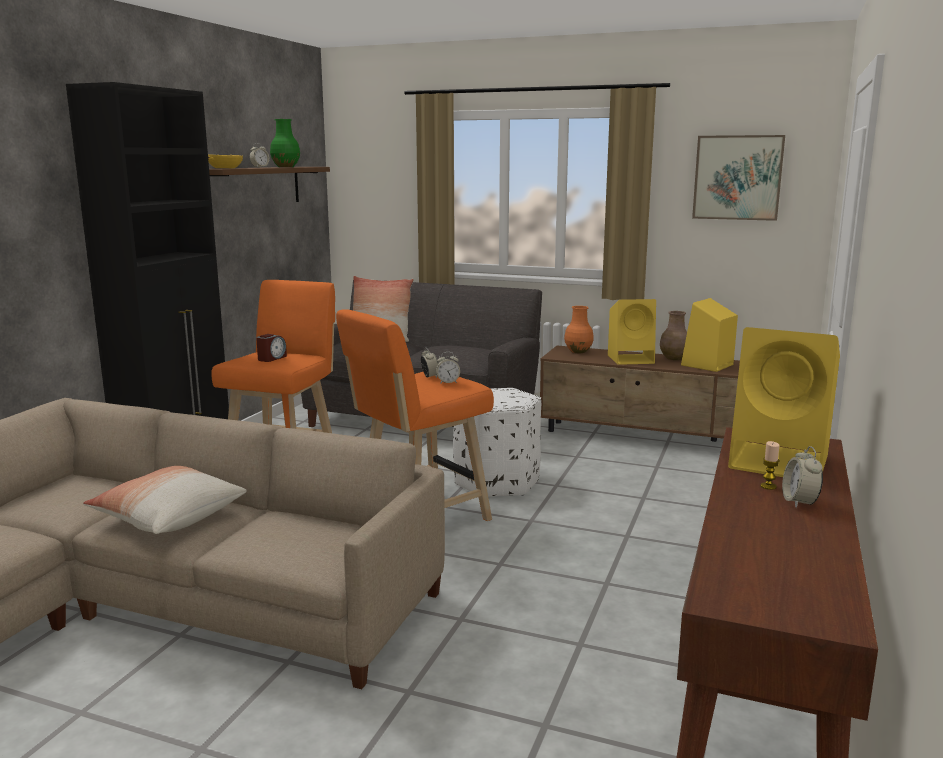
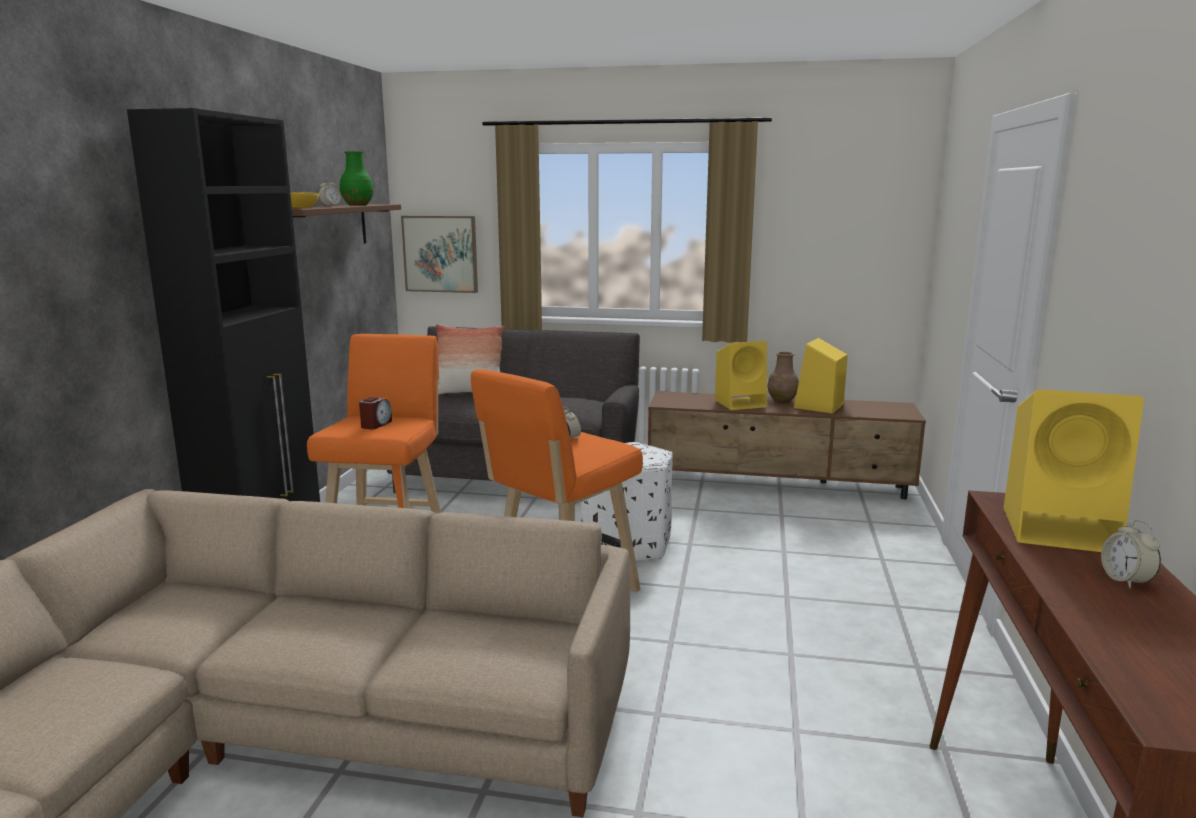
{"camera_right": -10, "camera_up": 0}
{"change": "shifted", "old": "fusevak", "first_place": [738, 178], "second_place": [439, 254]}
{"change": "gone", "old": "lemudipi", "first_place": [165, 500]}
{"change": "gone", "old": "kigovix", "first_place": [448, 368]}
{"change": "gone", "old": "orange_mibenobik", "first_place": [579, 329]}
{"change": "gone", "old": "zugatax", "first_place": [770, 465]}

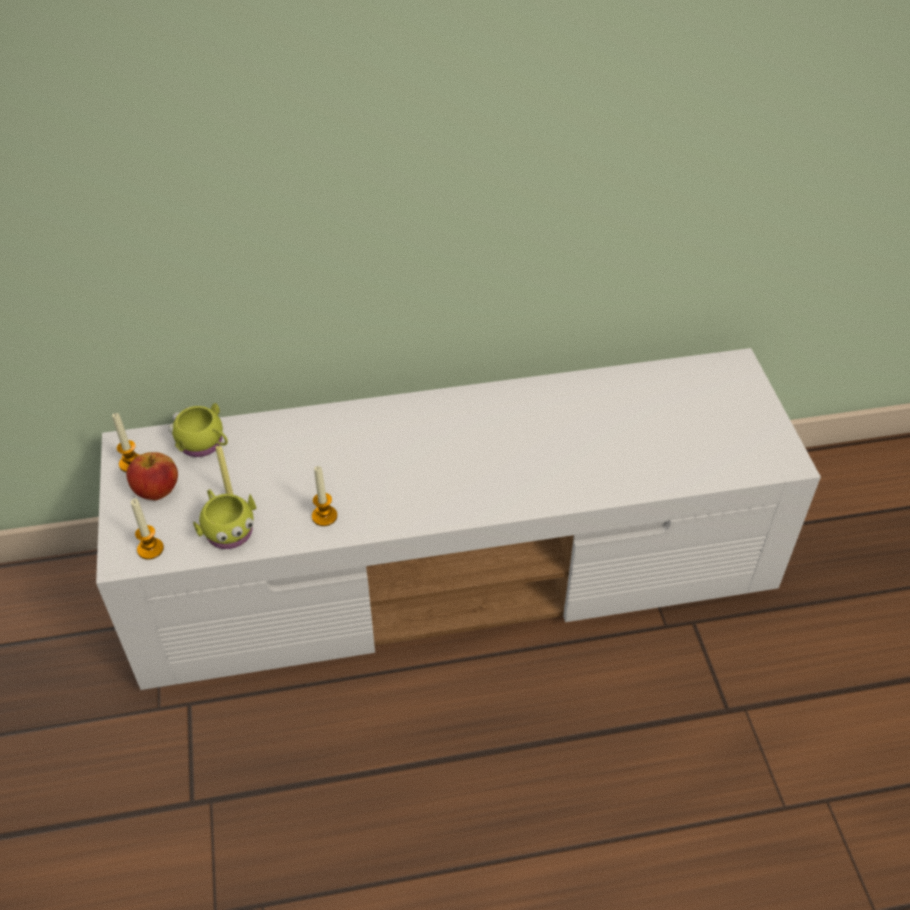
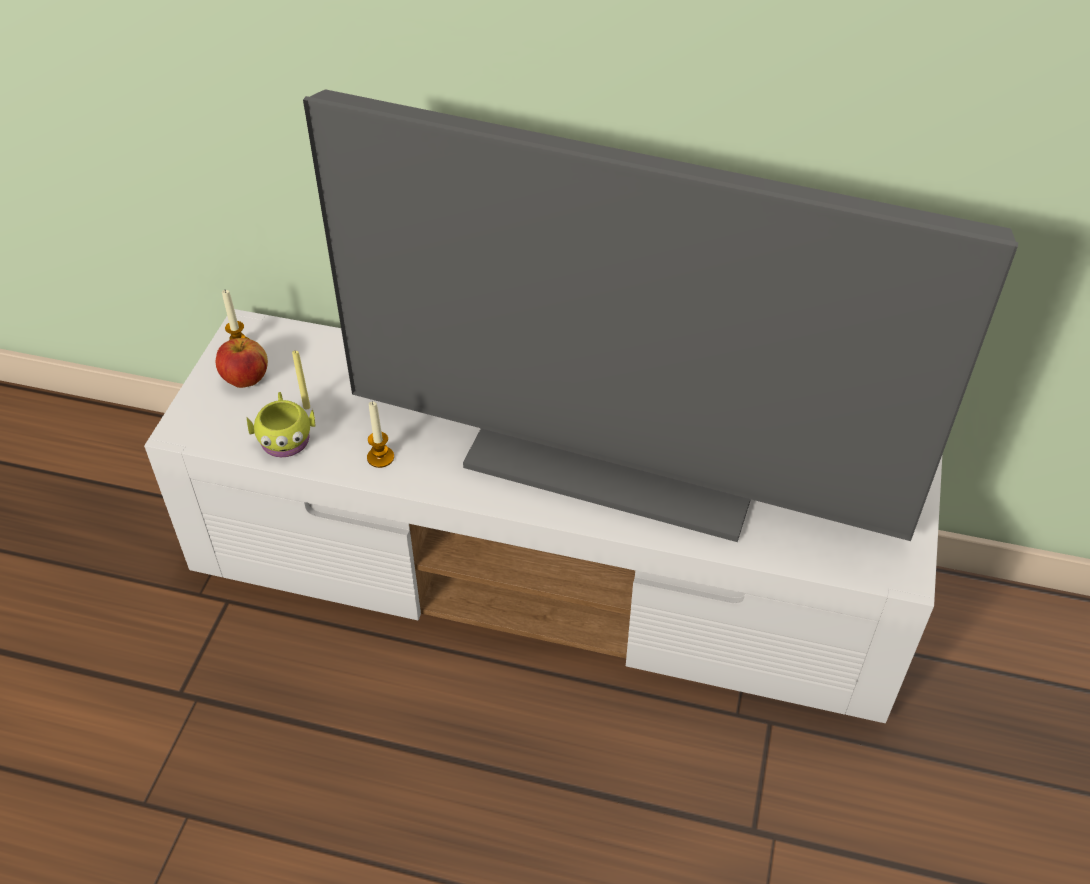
{"camera_right": 25, "camera_up": 0}
{"change": "new", "new": "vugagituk", "second_place": [660, 315]}
{"change": "gone", "old": "zugatax", "first_place": [147, 529]}
{"change": "gone", "old": "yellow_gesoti", "first_place": [198, 430]}

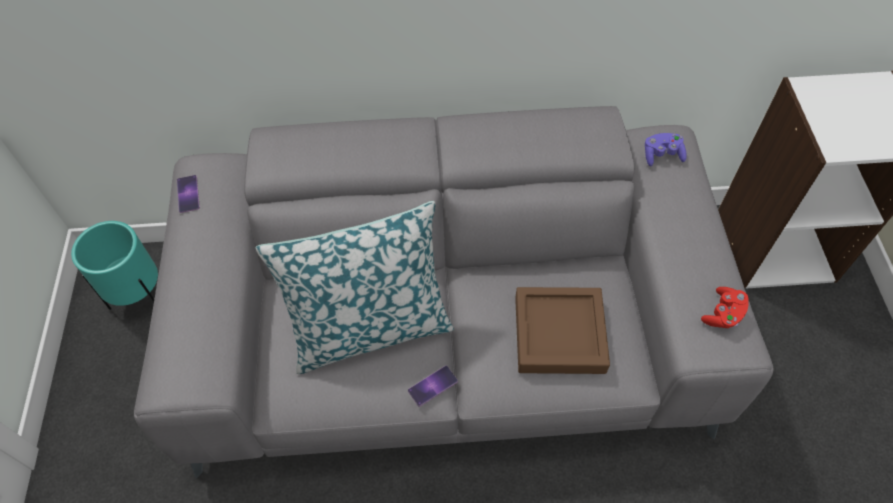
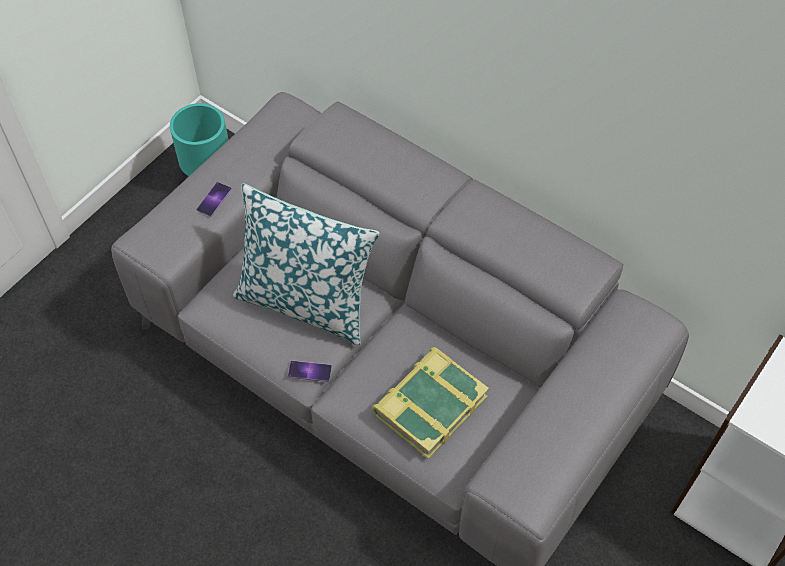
{"camera_right": 40, "camera_up": 0}
{"change": "shifted", "old": "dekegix", "first_place": [188, 194], "second_place": [214, 199]}
{"change": "swapped", "old": "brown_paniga", "new": "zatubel", "first_place": [562, 330], "second_place": [430, 403]}
{"change": "gone", "old": "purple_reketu", "first_place": [666, 149]}
{"change": "gone", "old": "red_reketu", "first_place": [724, 307]}

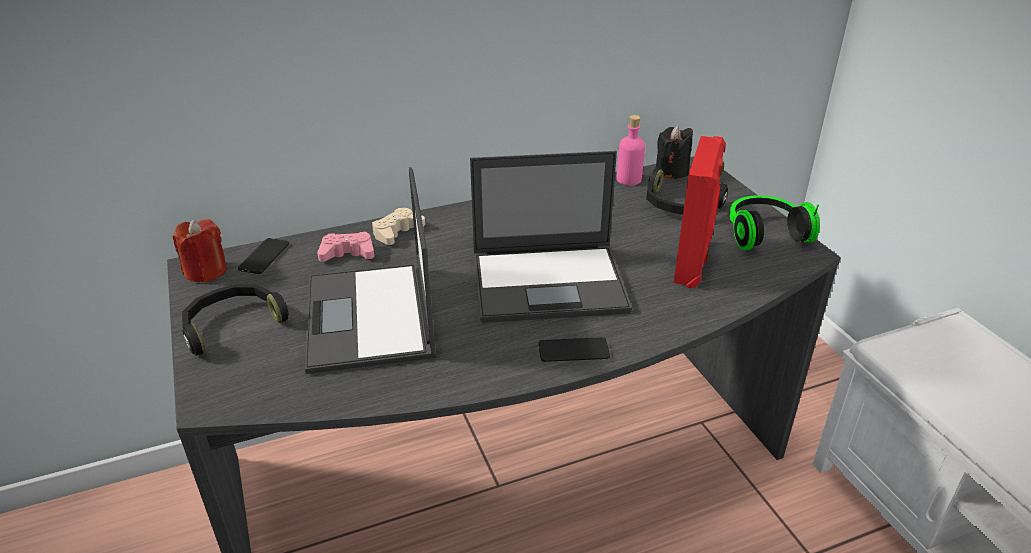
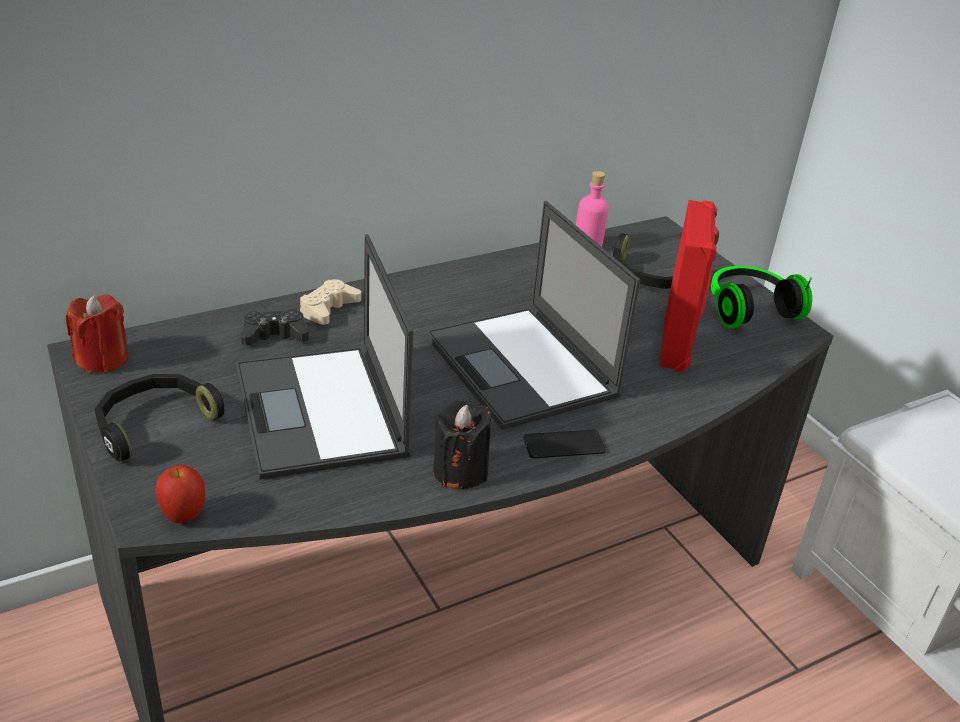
{"camera_right": -10, "camera_up": 0}
{"change": "new", "new": "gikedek", "second_place": [180, 494]}
{"change": "repainted", "old": "pink_reketu", "new": "black_reketu", "first_place": [345, 247], "second_place": [275, 327]}
{"change": "rotated", "old": "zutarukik", "first_place": [551, 237], "second_place": [533, 315], "degrees": 75}
{"change": "shifted", "old": "black_zugatax", "first_place": [674, 152], "second_place": [462, 445]}
{"change": "gone", "old": "dekegix", "first_place": [263, 256]}

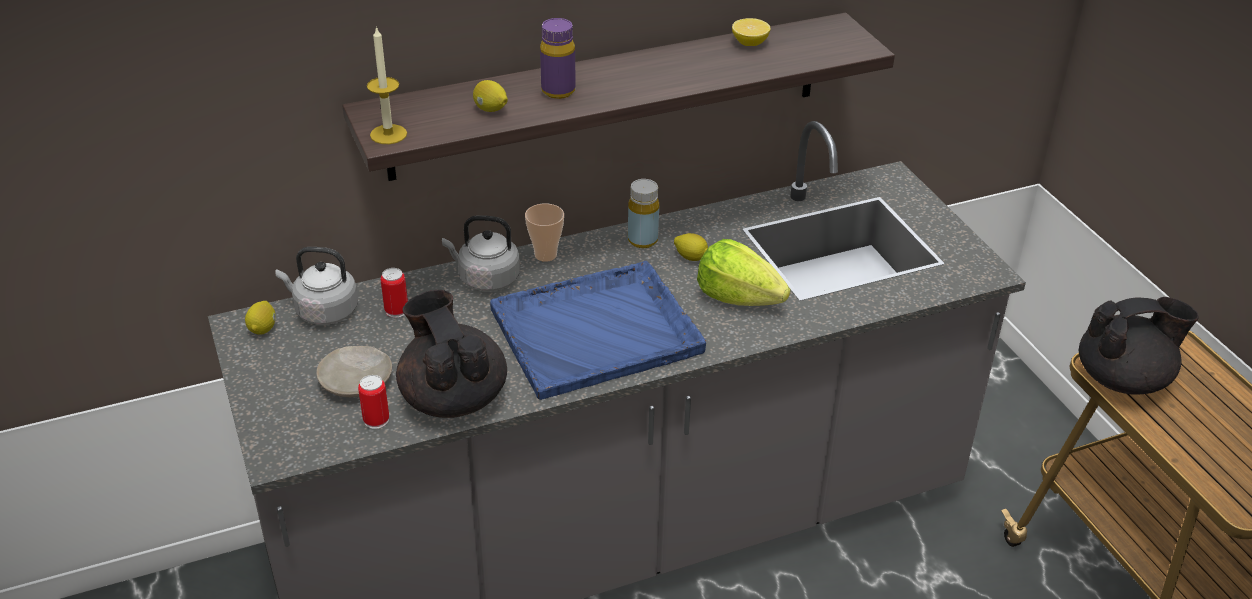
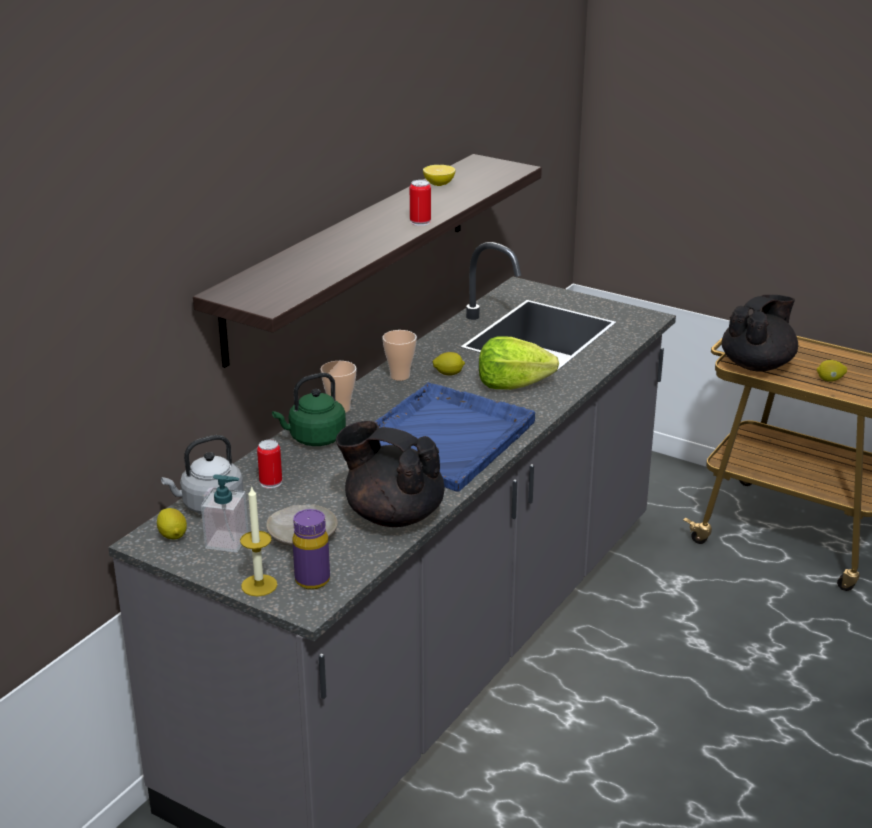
{"camera_right": -35, "camera_up": -10}
{"change": "new", "new": "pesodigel", "second_place": [225, 513]}
{"change": "shifted", "old": "zugatax", "first_place": [387, 85], "second_place": [258, 541]}
{"change": "repainted", "old": "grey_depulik", "new": "green_depulik", "first_place": [481, 253], "second_place": [309, 409]}
{"change": "shifted", "old": "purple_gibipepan", "first_place": [558, 58], "second_place": [311, 549]}
{"change": "swapped", "old": "yellow_gibipepan", "new": "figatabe", "first_place": [643, 213], "second_place": [399, 355]}
{"change": "shifted", "old": "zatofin", "first_place": [373, 402], "second_place": [420, 203]}
{"change": "shifted", "old": "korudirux", "first_place": [490, 96], "second_place": [832, 371]}

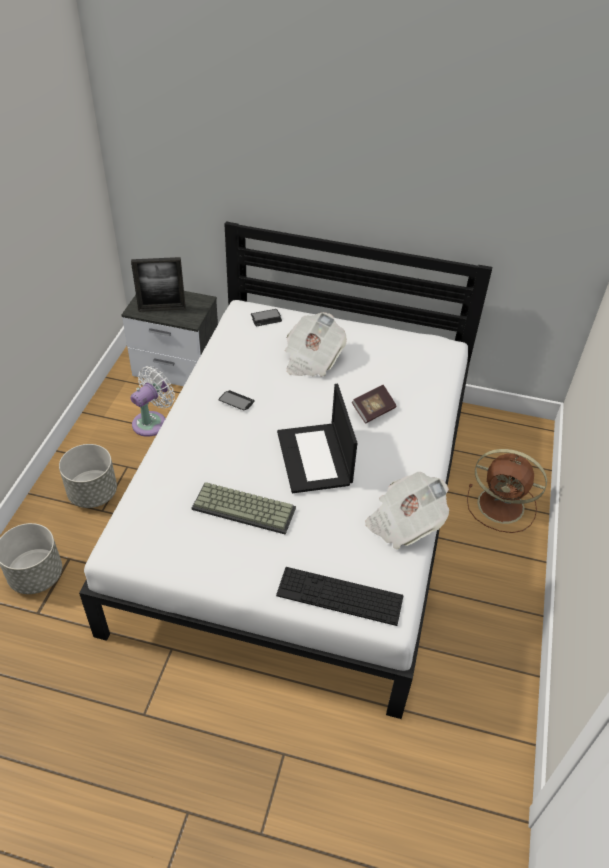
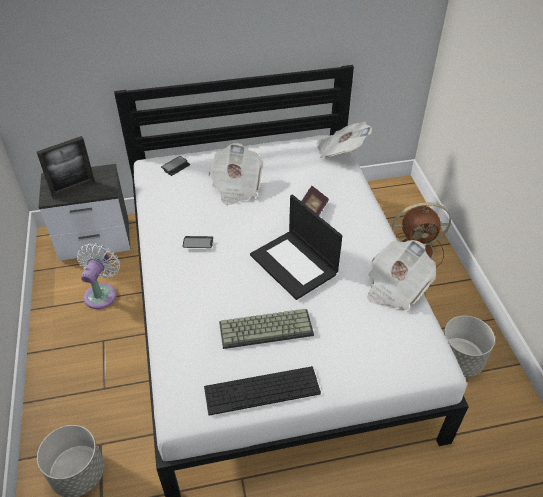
{"camera_right": -25, "camera_up": 0}
{"change": "shifted", "old": "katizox", "first_place": [340, 596], "second_place": [262, 390]}
{"change": "new", "new": "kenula", "second_place": [344, 140]}
{"change": "shifted", "old": "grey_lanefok", "first_place": [88, 476], "second_place": [469, 346]}

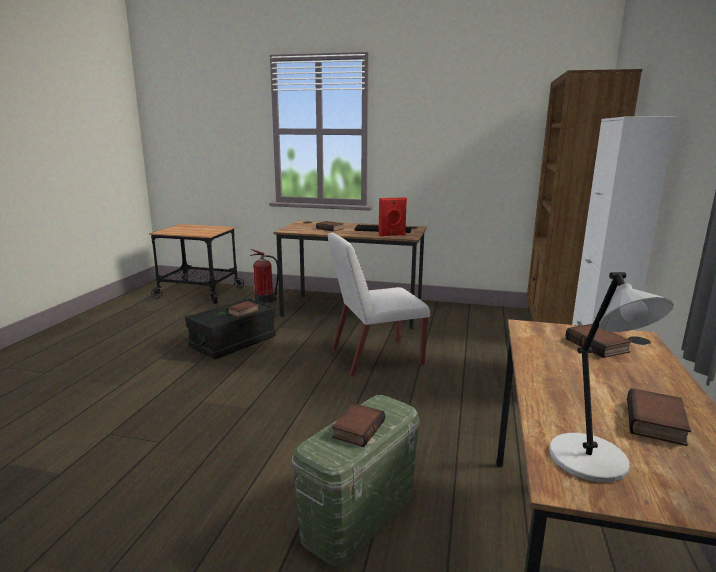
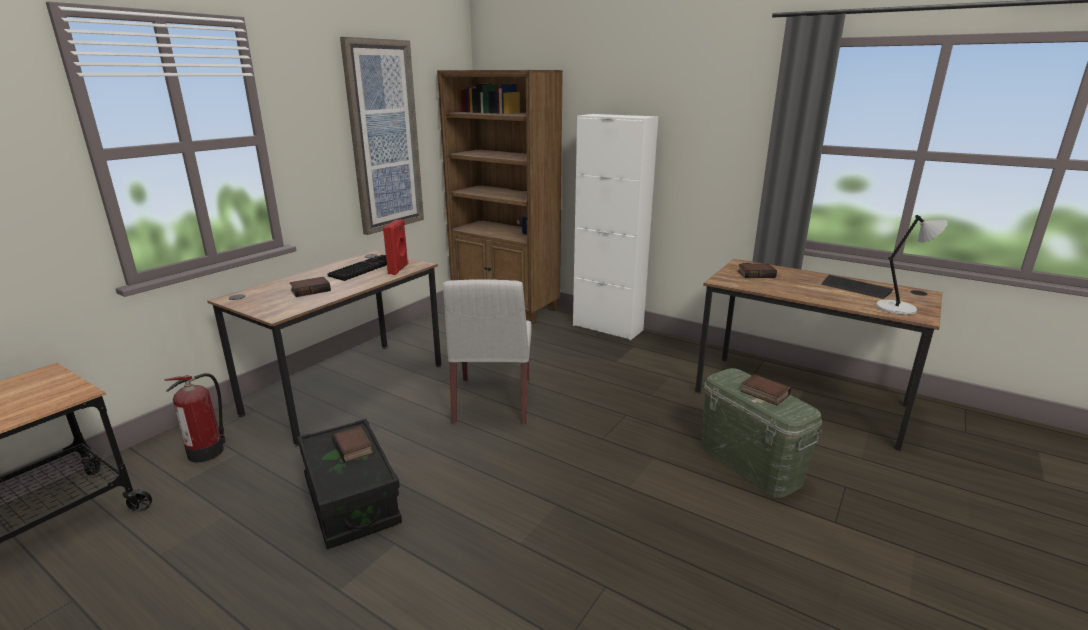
{"camera_right": -70, "camera_up": 5}
{"change": "new", "new": "fusevak", "second_place": [382, 136]}
{"change": "swapped", "old": "zatubel", "new": "katizox", "first_place": [659, 417], "second_place": [857, 287]}

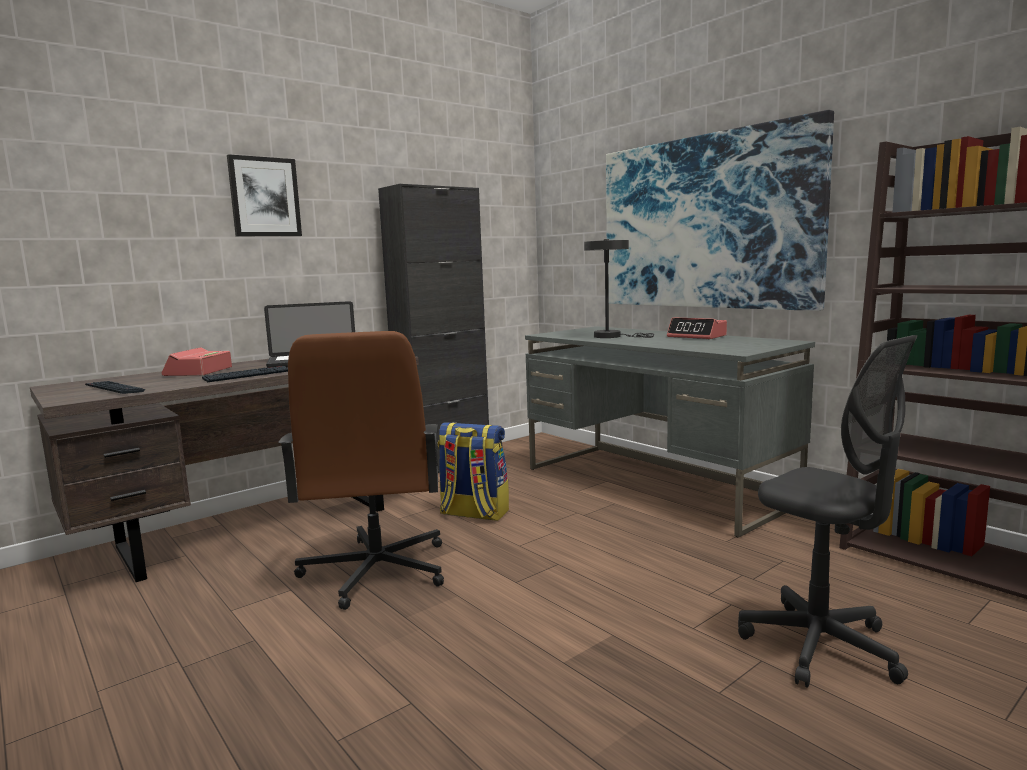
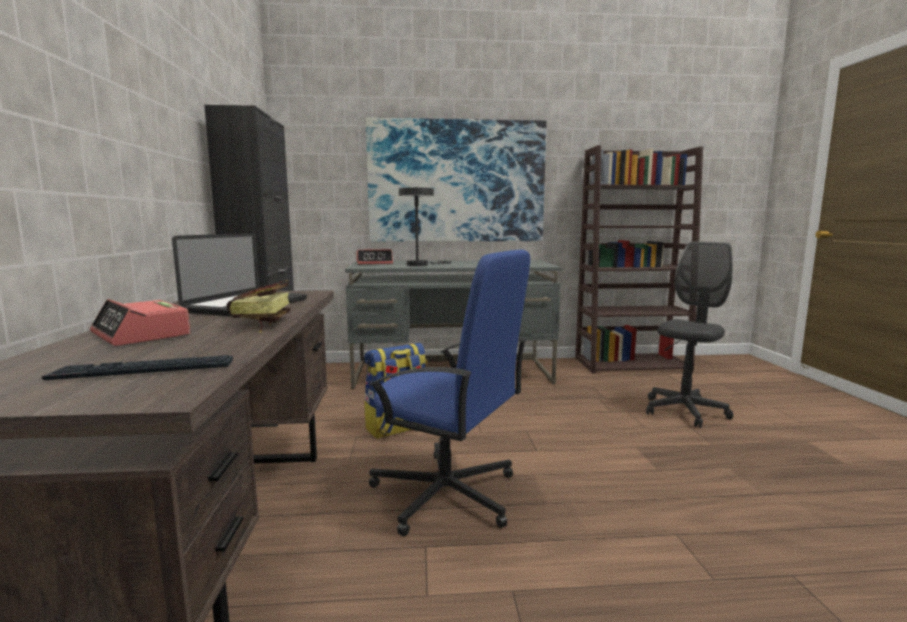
{"camera_right": -55, "camera_up": 0}
{"change": "swapped", "old": "katizox", "new": "zatubel", "first_place": [245, 374], "second_place": [258, 306]}
{"change": "shifted", "old": "kigovix", "first_place": [697, 328], "second_place": [374, 257]}
{"change": "repainted", "old": "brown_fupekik", "new": "blue_fupekik", "first_place": [361, 470], "second_place": [449, 393]}
{"change": "rotated", "old": "grey_fupekik", "first_place": [827, 511], "second_place": [689, 335], "degrees": -45}
{"change": "gone", "old": "fusevak", "first_place": [264, 195]}

